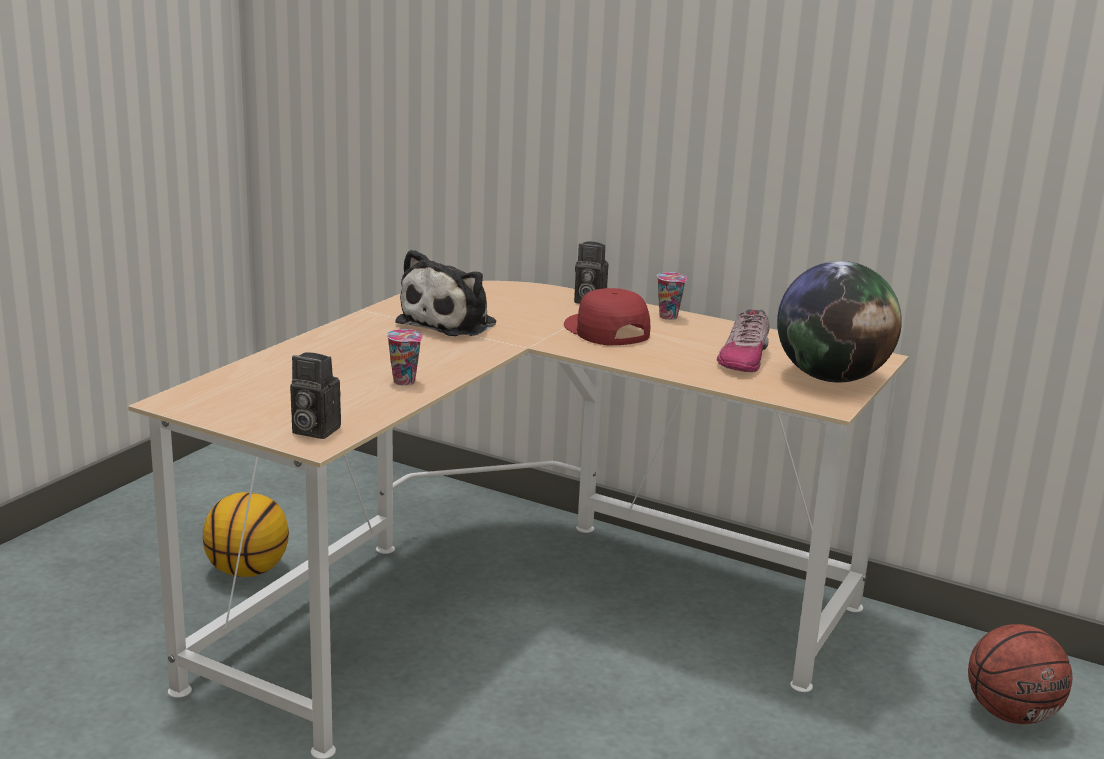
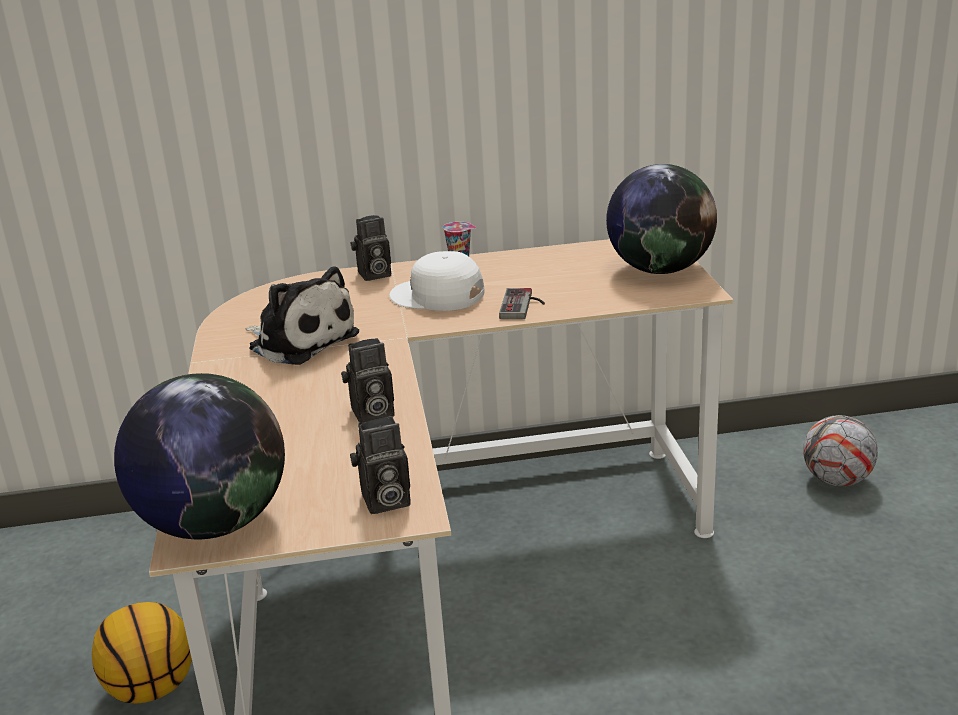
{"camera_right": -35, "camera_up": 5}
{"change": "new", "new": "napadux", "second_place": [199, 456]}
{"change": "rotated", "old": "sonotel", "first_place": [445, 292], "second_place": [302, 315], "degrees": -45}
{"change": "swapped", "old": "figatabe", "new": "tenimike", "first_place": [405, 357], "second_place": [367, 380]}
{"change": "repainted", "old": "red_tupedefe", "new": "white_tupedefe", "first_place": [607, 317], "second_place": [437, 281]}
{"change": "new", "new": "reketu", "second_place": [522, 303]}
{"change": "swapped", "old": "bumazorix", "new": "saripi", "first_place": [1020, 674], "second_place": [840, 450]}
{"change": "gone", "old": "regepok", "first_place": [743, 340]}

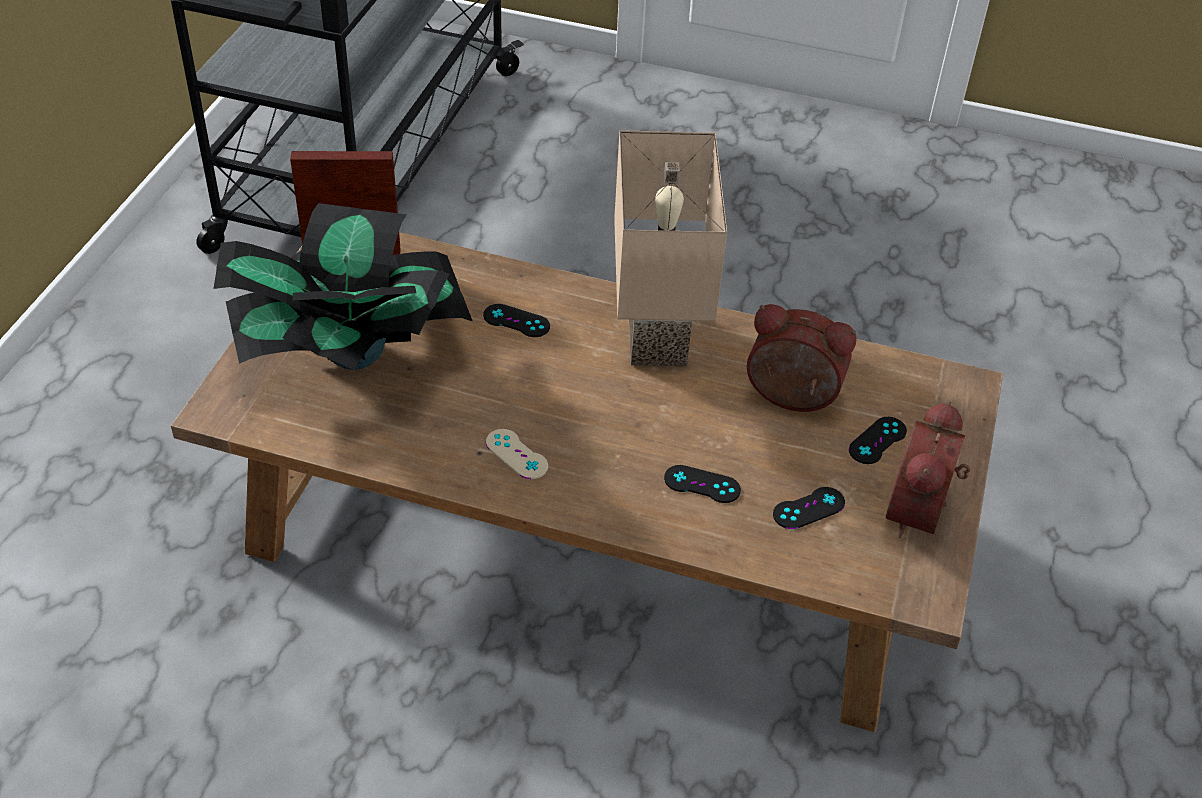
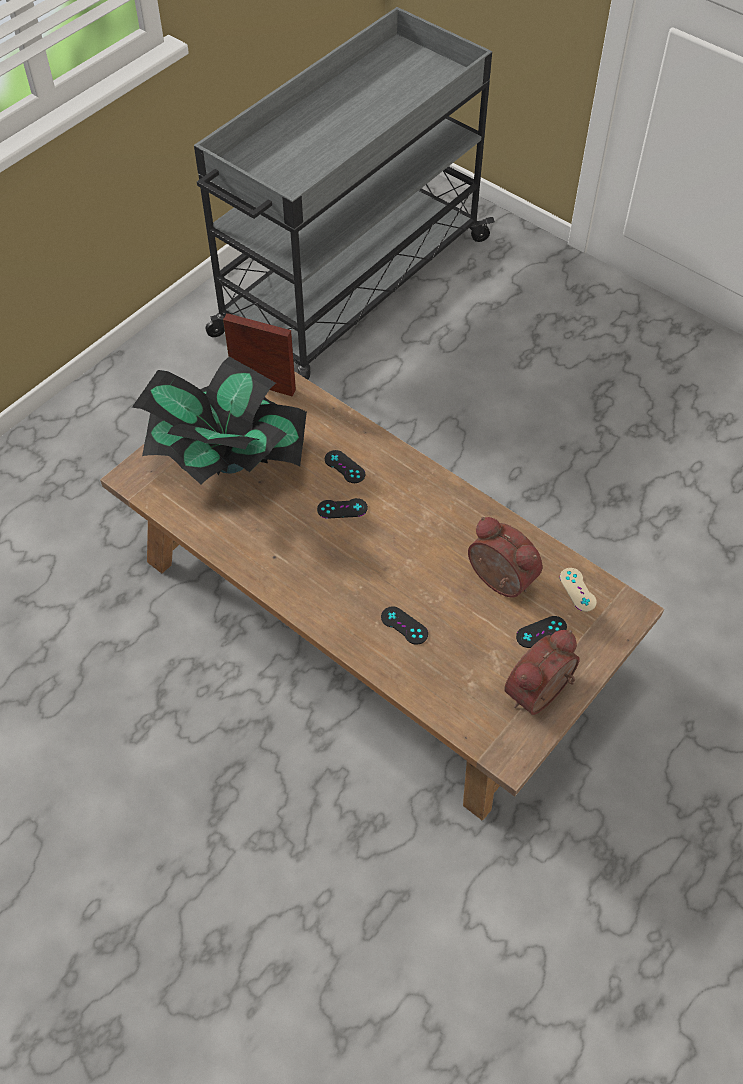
{"camera_right": 25, "camera_up": 10}
{"change": "shifted", "old": "black_reketu", "first_place": [809, 508], "second_place": [342, 508]}
{"change": "shifted", "old": "beige_reketu", "first_place": [517, 454], "second_place": [578, 590]}
{"change": "gone", "old": "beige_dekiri", "first_place": [670, 248]}

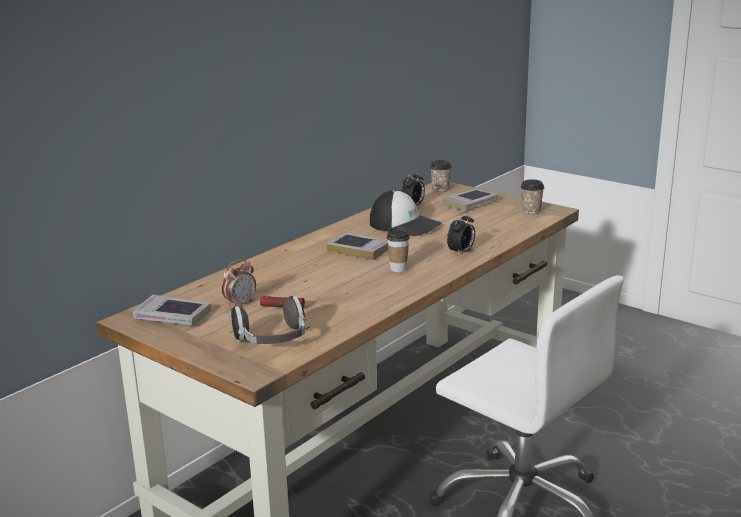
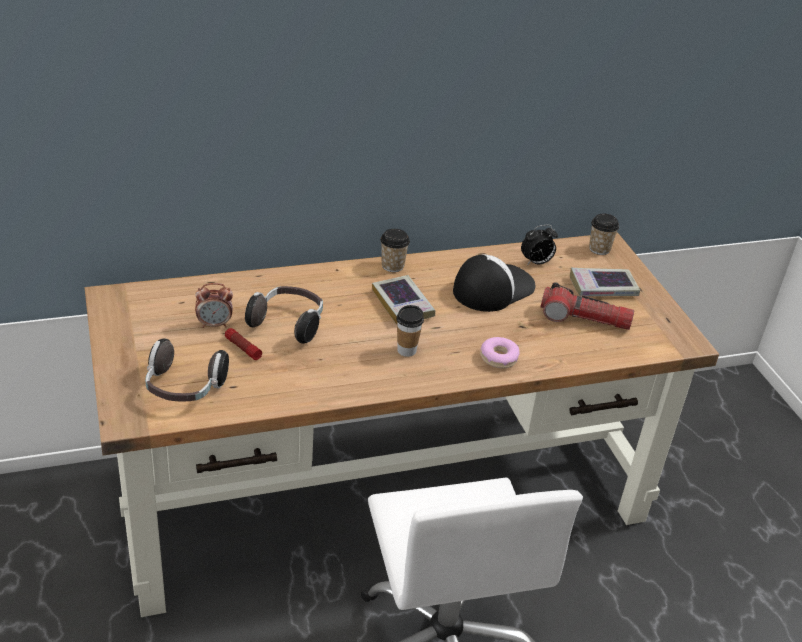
{"camera_right": 30, "camera_up": 15}
{"change": "new", "new": "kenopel", "second_place": [284, 315]}
{"change": "shifted", "old": "figatabe", "first_place": [532, 196], "second_place": [395, 250]}
{"change": "rotated", "old": "tupedefe", "first_place": [405, 213], "second_place": [494, 283], "degrees": -105}
{"change": "swapped", "old": "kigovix", "new": "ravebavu", "first_place": [461, 233], "second_place": [500, 352]}
{"change": "new", "new": "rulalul", "second_place": [587, 306]}
{"change": "gone", "old": "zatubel", "first_place": [172, 310]}

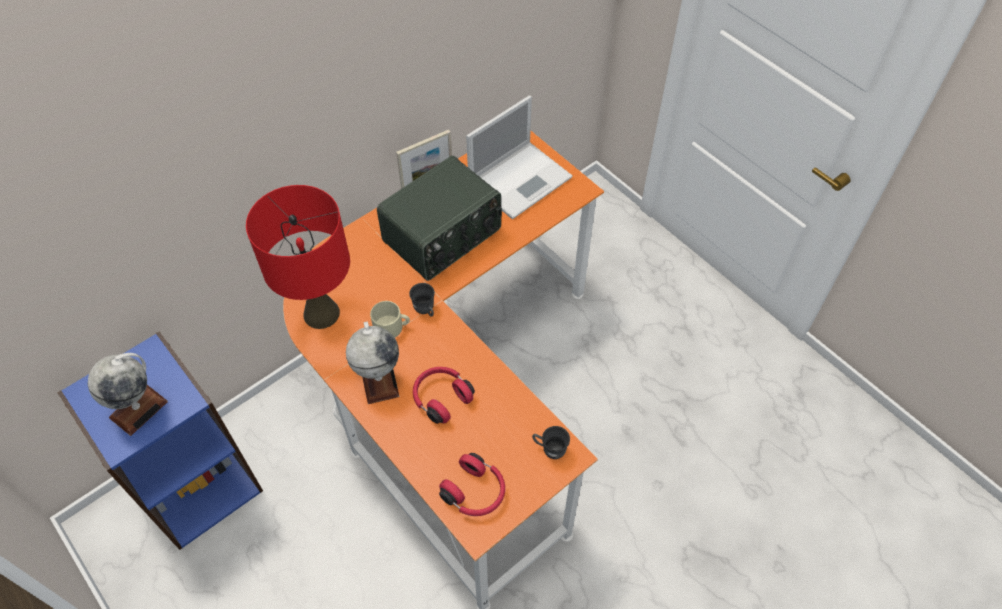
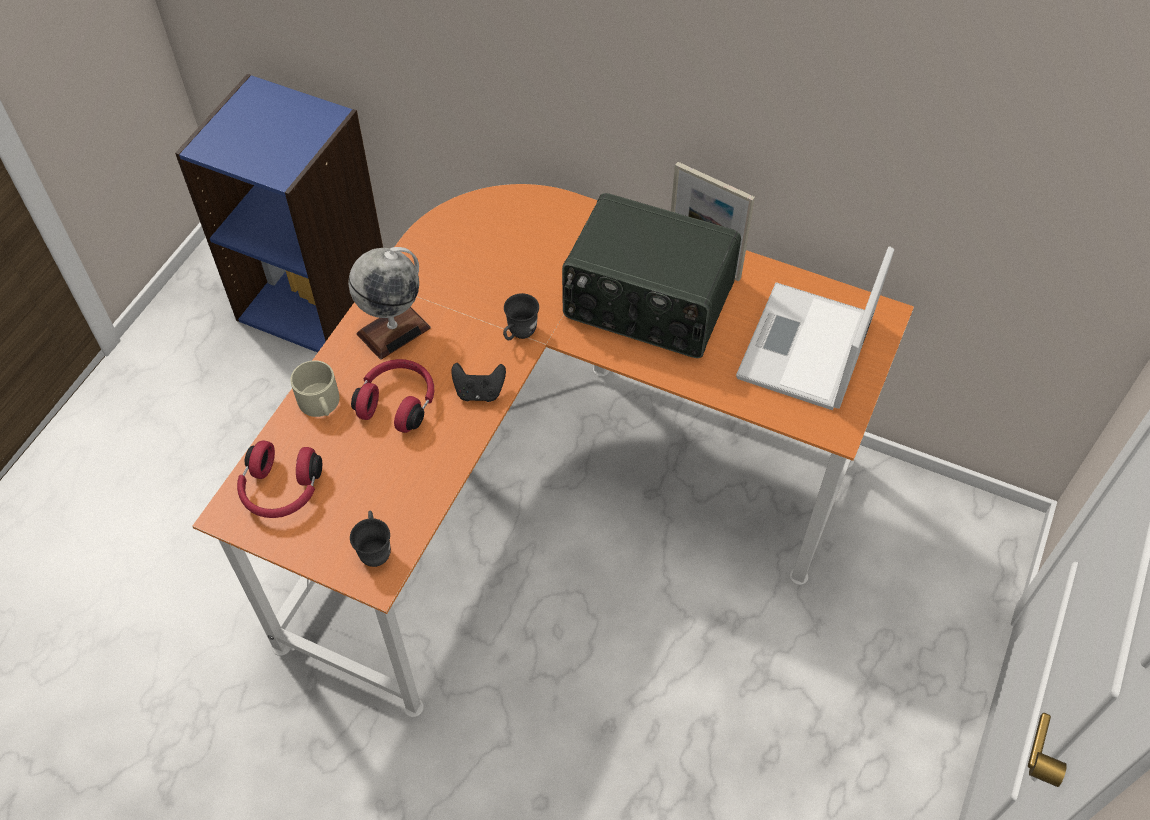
{"camera_right": 65, "camera_up": 0}
{"change": "shifted", "old": "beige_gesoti", "first_place": [390, 319], "second_place": [315, 389]}
{"change": "new", "new": "black_reketu", "second_place": [478, 382]}
{"change": "rotated", "old": "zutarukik", "first_place": [519, 157], "second_place": [815, 328], "degrees": 90}
{"change": "gone", "old": "napadux", "first_place": [128, 394]}
{"change": "gone", "old": "red_dekiri", "first_place": [298, 257]}

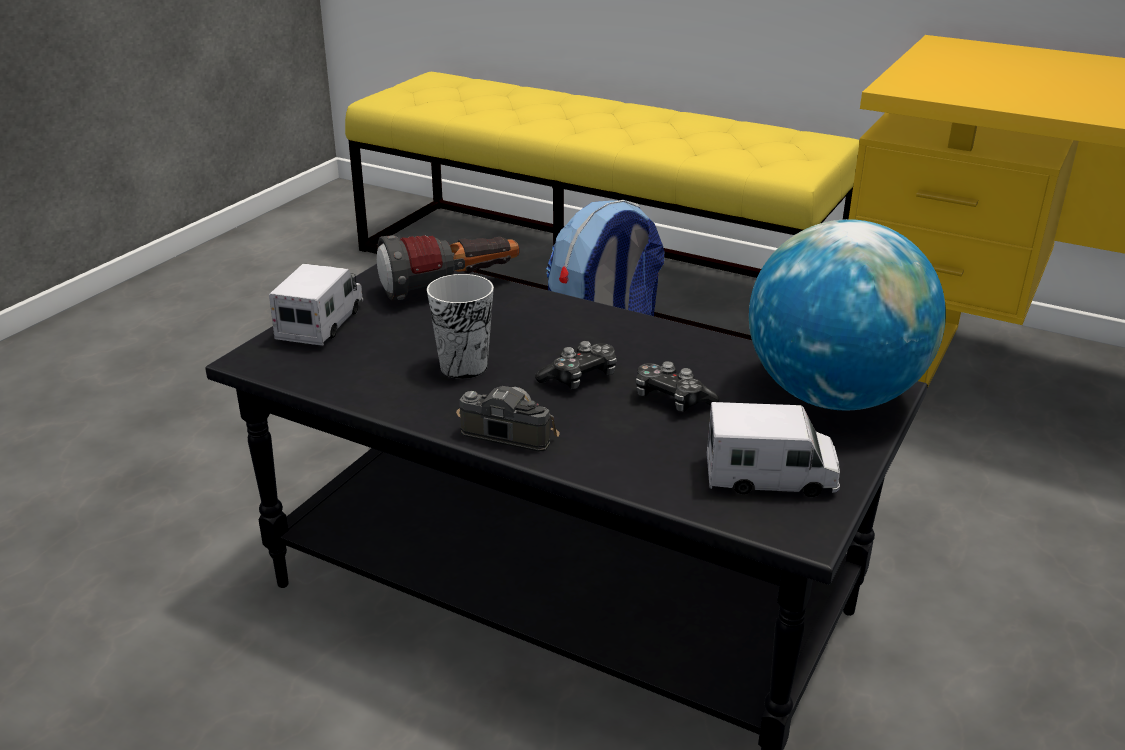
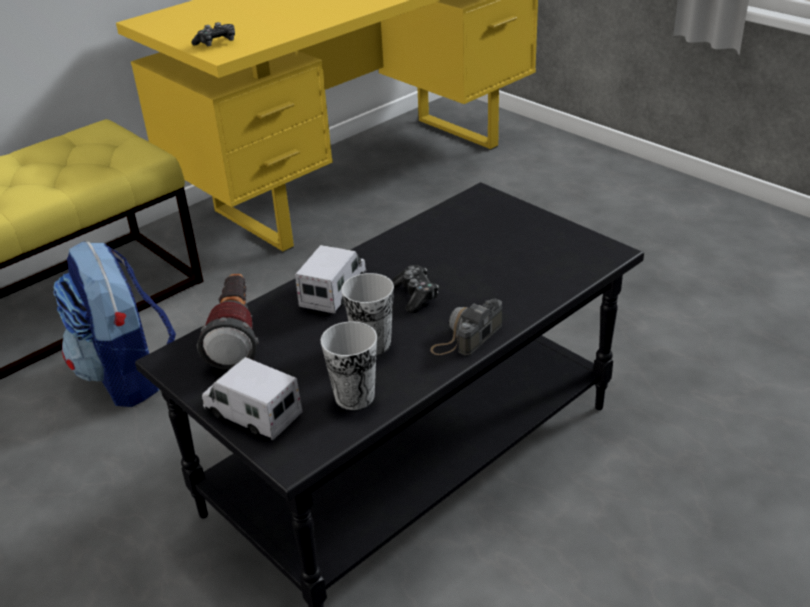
{"camera_right": -70, "camera_up": 5}
{"change": "shifted", "old": "reketu", "first_place": [677, 386], "second_place": [213, 34]}
{"change": "shifted", "old": "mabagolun", "first_place": [773, 449], "second_place": [330, 279]}
{"change": "new", "new": "figatabe", "second_place": [349, 365]}
{"change": "gone", "old": "napadux", "first_place": [847, 315]}

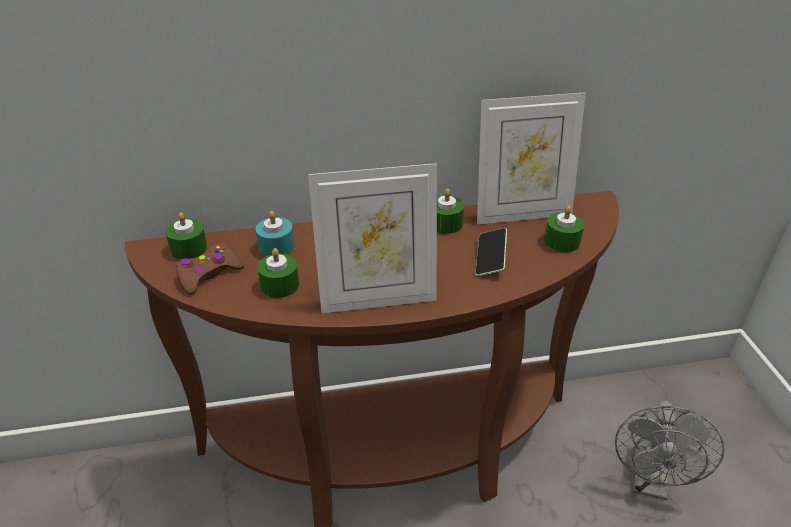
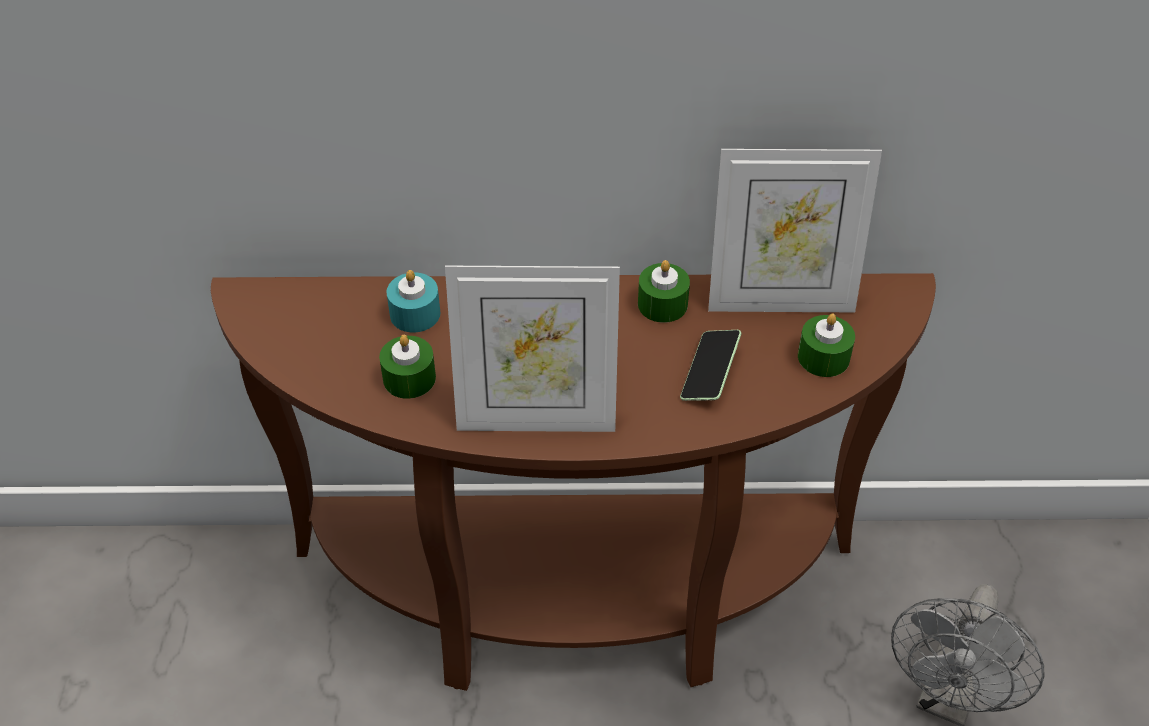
{"camera_right": 10, "camera_up": 10}
{"change": "gone", "old": "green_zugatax", "first_place": [186, 236]}
{"change": "gone", "old": "brown_reketu", "first_place": [210, 268]}

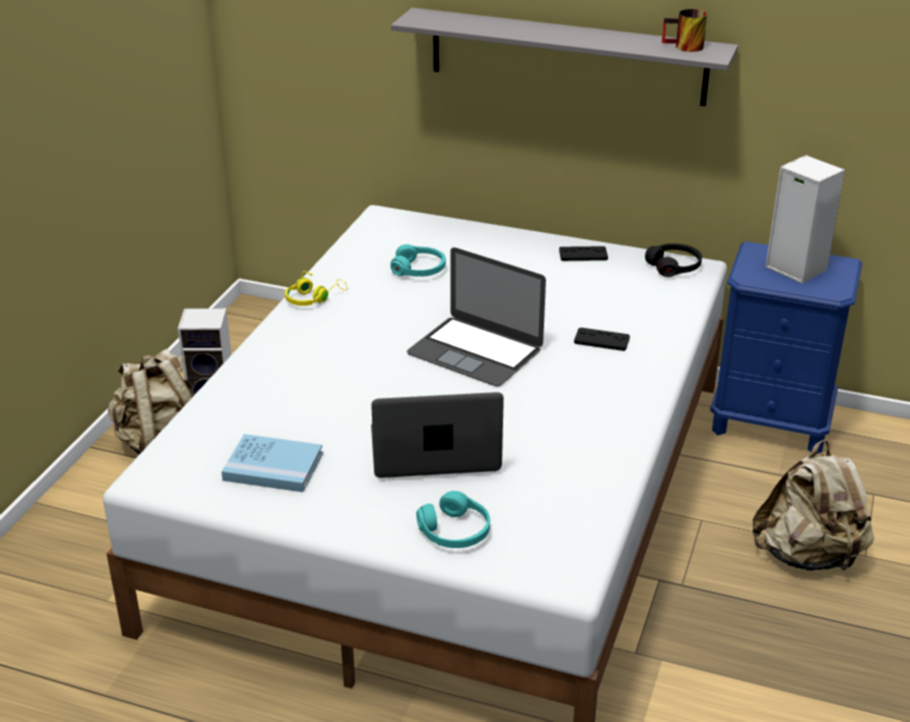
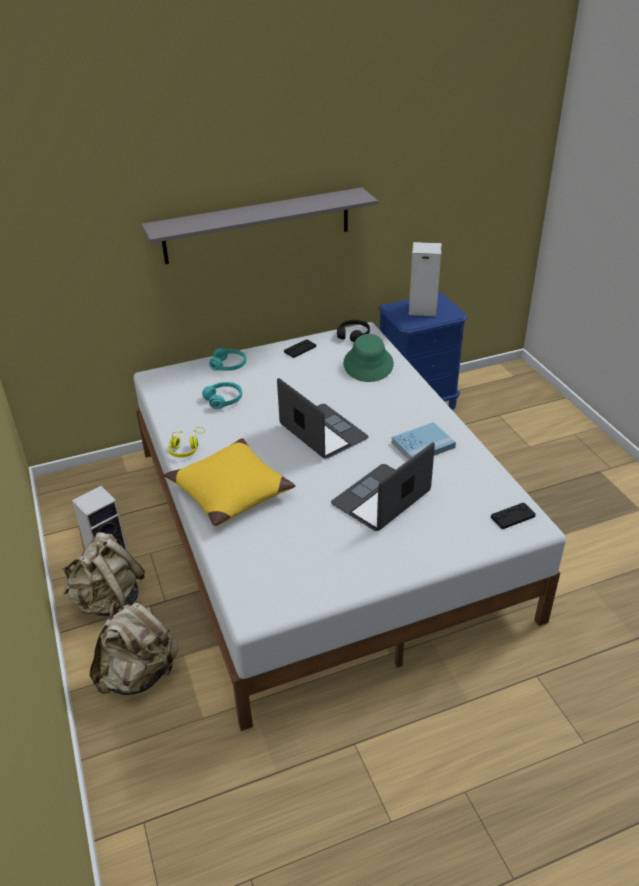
{"camera_right": -40, "camera_up": 5}
{"change": "shifted", "old": "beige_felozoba", "first_place": [813, 506], "second_place": [134, 647]}
{"change": "new", "new": "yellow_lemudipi", "second_place": [229, 482]}
{"change": "shifted", "old": "turquoise_kenopel", "first_place": [453, 519], "second_place": [227, 359]}
{"change": "rotated", "old": "zutarukik", "first_place": [476, 317], "second_place": [322, 418], "degrees": -120}
{"change": "new", "new": "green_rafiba", "second_place": [368, 358]}
{"change": "shifted", "old": "blue_zatubel", "first_place": [272, 463], "second_place": [423, 441]}
{"change": "shifted", "old": "black_reketu", "first_place": [602, 339], "second_place": [513, 516]}
{"change": "gone", "old": "gesoti", "first_place": [684, 30]}

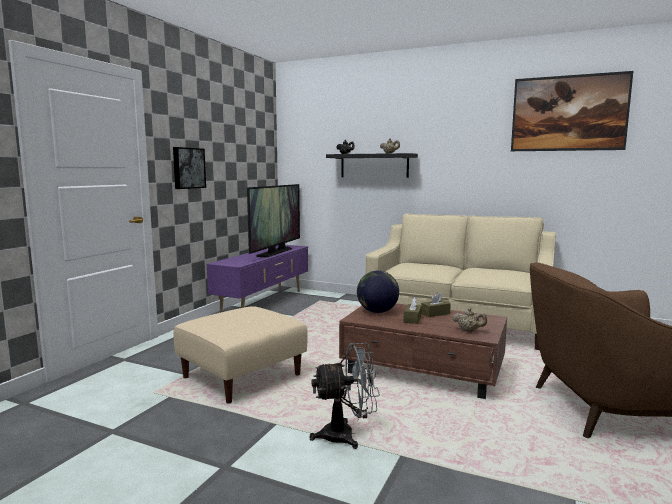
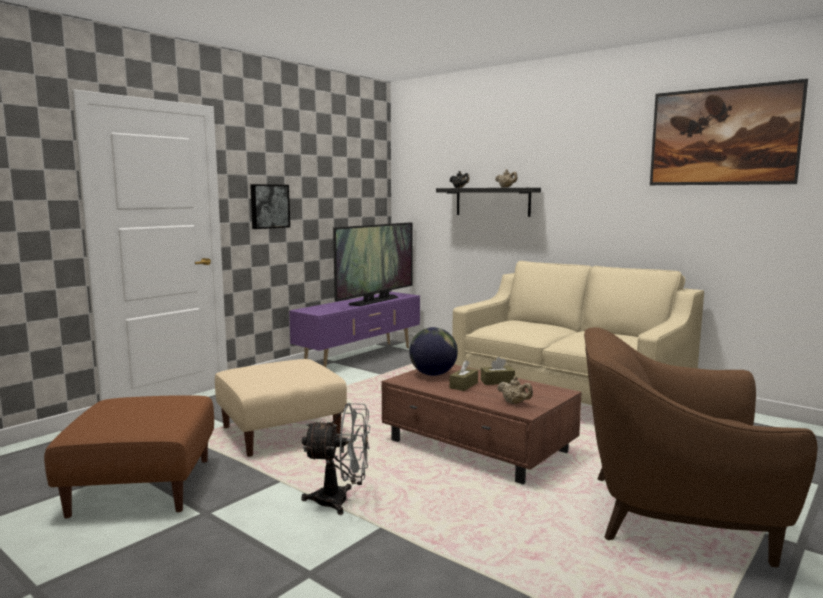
{"camera_right": 15, "camera_up": 0}
{"change": "new", "new": "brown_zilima", "second_place": [129, 457]}

